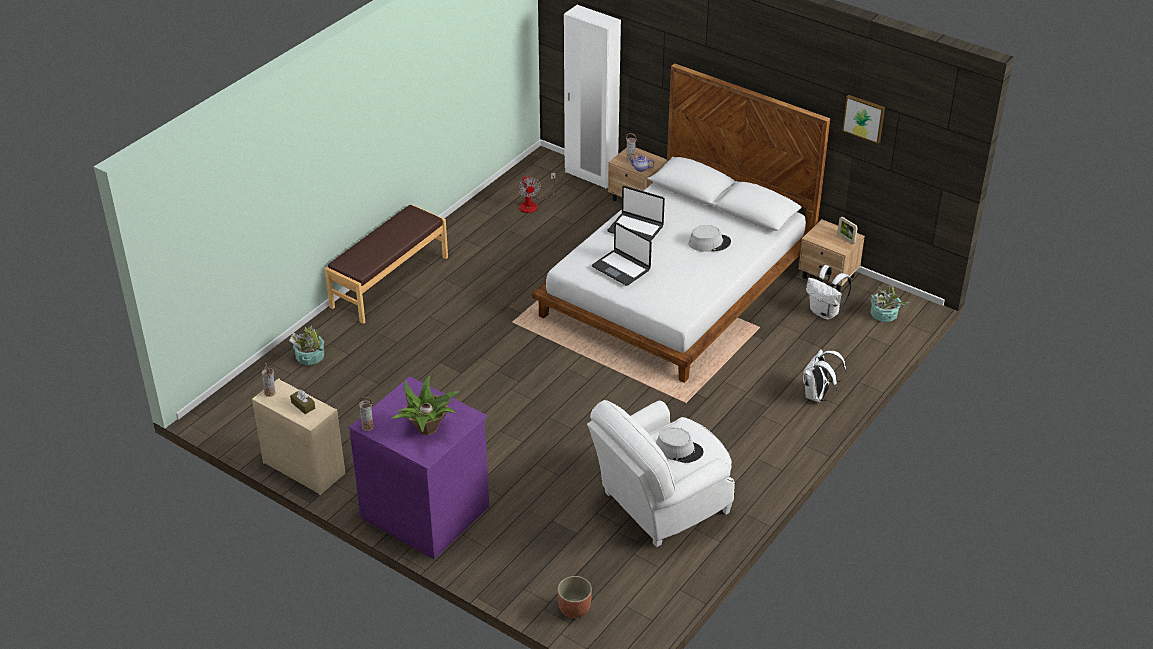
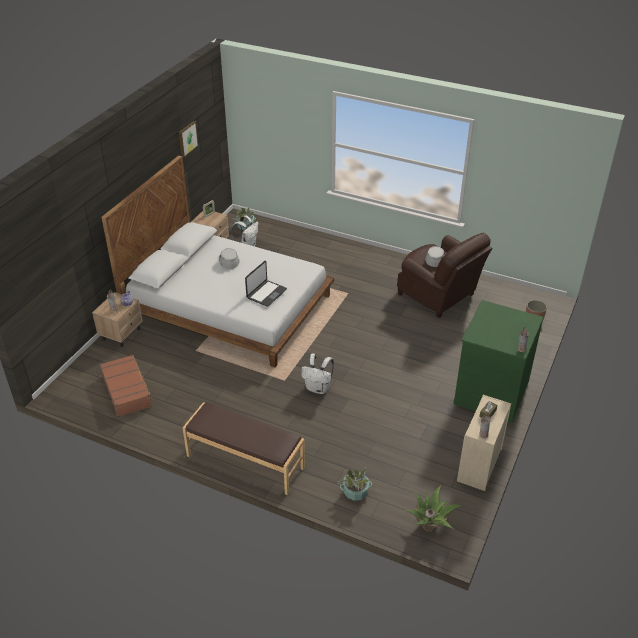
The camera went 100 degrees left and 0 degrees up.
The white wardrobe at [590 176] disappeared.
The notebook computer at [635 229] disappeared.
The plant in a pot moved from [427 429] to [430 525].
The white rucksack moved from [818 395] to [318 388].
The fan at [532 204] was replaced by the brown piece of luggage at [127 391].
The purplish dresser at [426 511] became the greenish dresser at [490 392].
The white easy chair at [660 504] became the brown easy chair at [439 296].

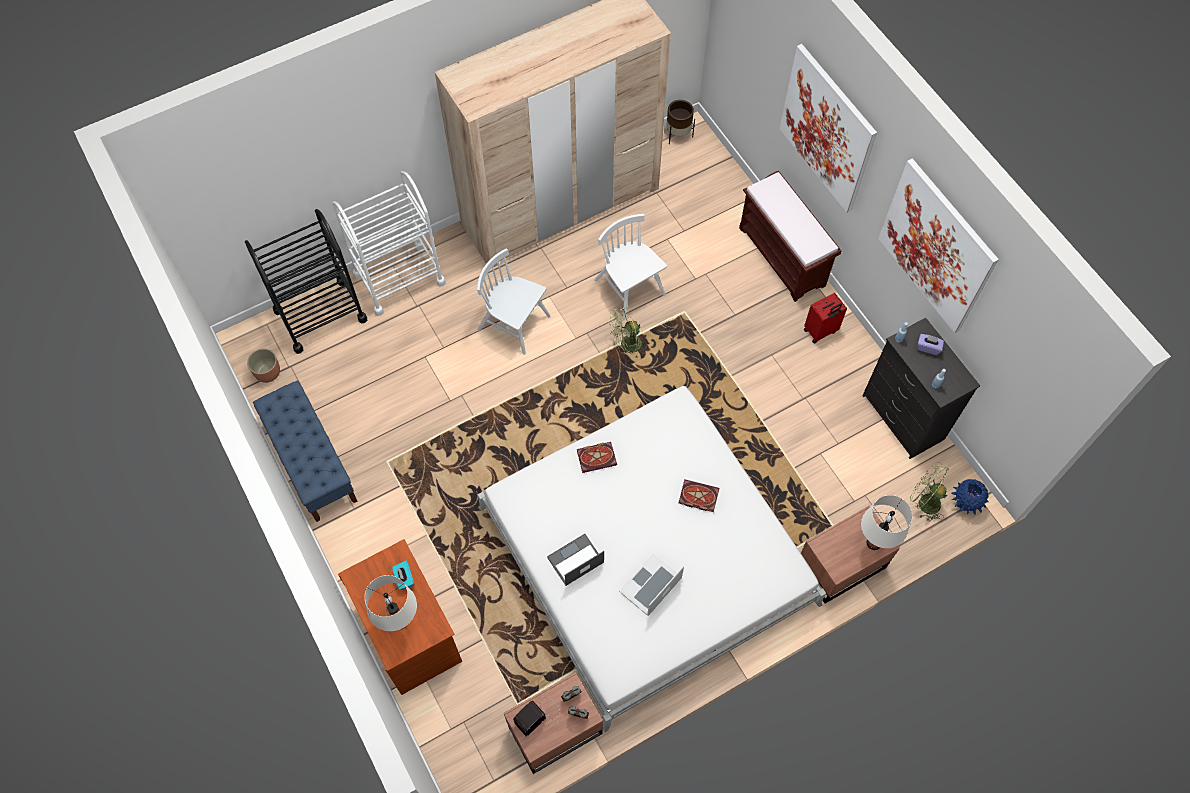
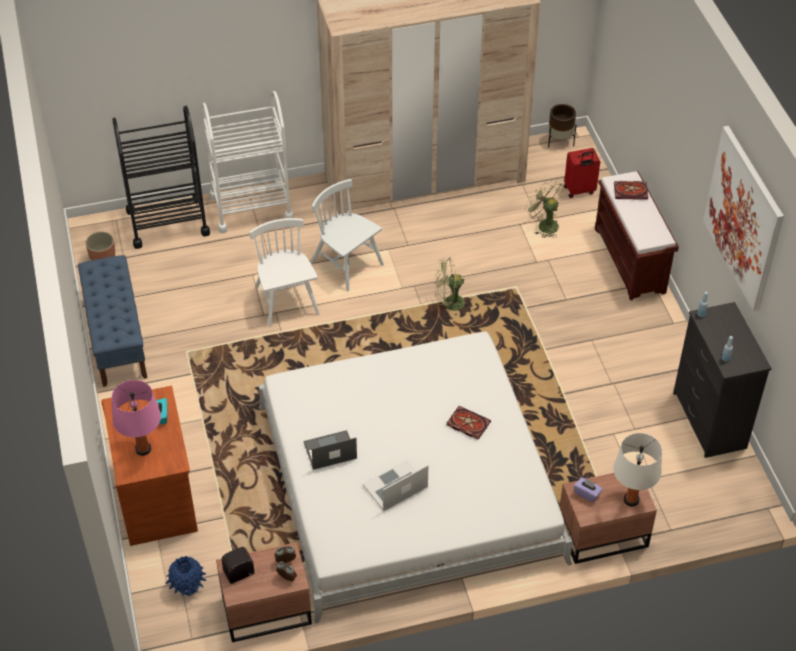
The camera went 15 degrees right and 15 degrees down.
The wall picture at [827 129] disappeared.
The book moved from [597 457] to [631 191].
The white upright chair moved from [629 288] to [286 301].
The red piece of luggage moved from [820 331] to [579 190].
The greenish fan moved from [924 502] to [544 224].
The purplish tissue box moved from [928 347] to [587 493].
The bluish flower vase moved from [965 502] to [188 587].
The white tabletop lamp at [399 621] became the pink-coloured tabletop lamp at [143 449].

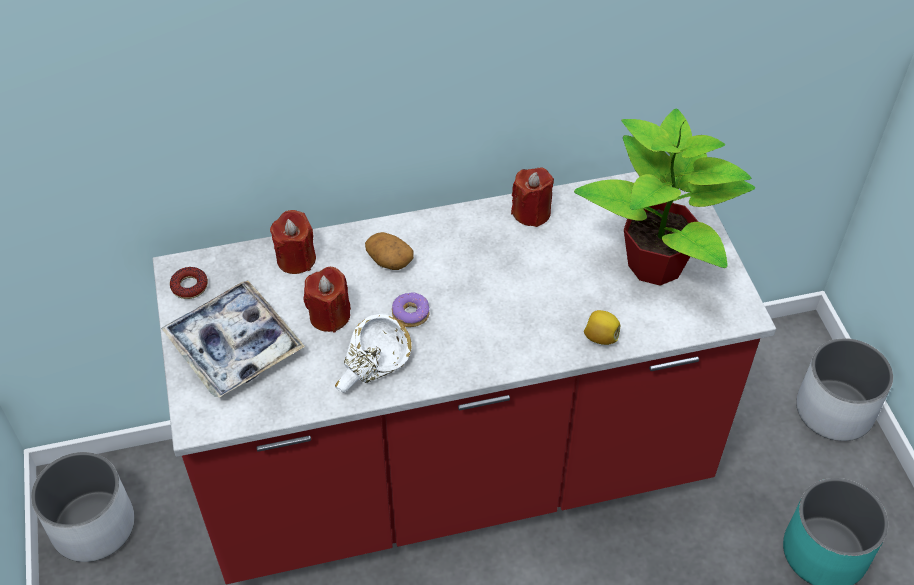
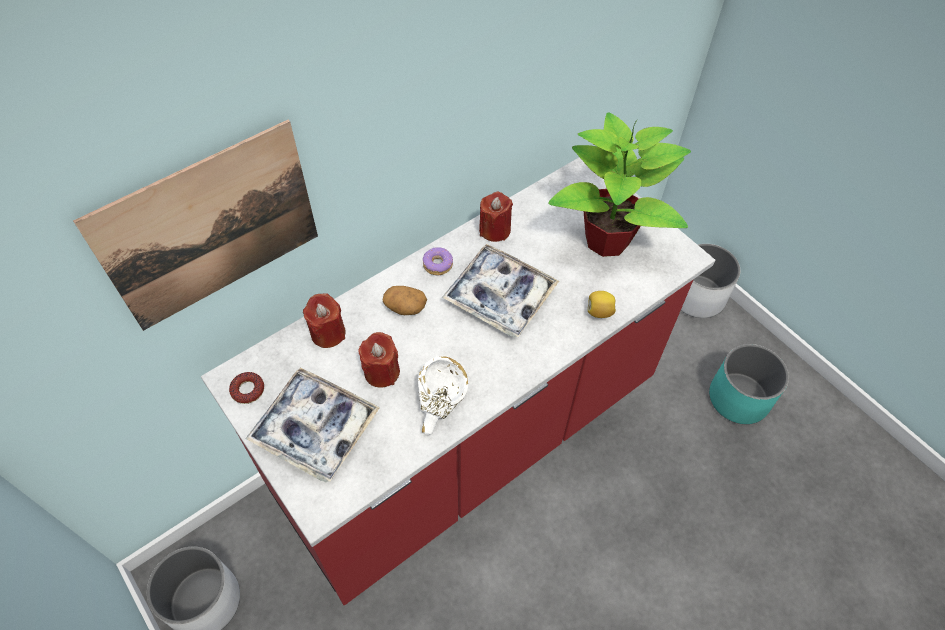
The camera went 25 degrees left and 5 degrees up.
The wall picture at [211 228] appeared.
The tray at [500 296] appeared.
The doughnut moved from [411 314] to [438 264].

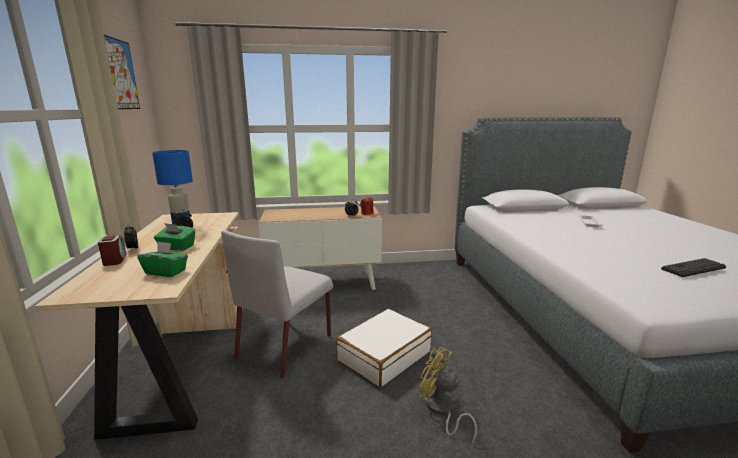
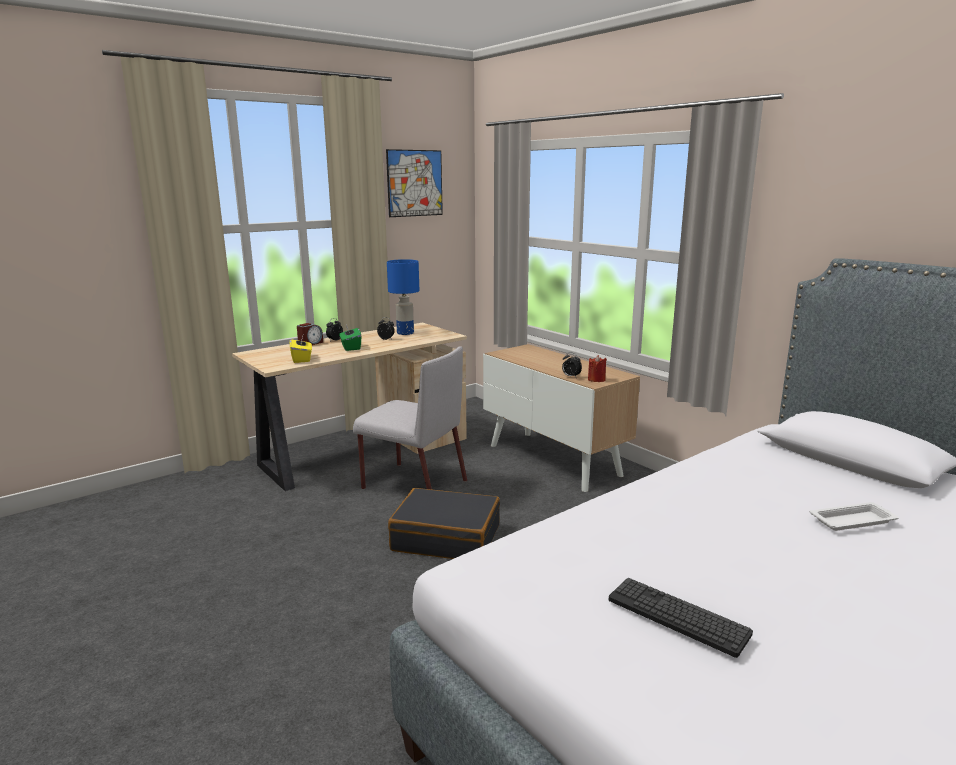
The camera went 60 degrees right and 0 degrees up.
The yellow-coloured fan at [441 410] disappeared.
The greenish tissue box at [166 272] became the yellow-coloured tissue box at [302 359].
The white piece of luggage at [384 356] became the black piece of luggage at [446 538].
The greyish upright chair at [286 346] turned 150 degrees counterclockwise.

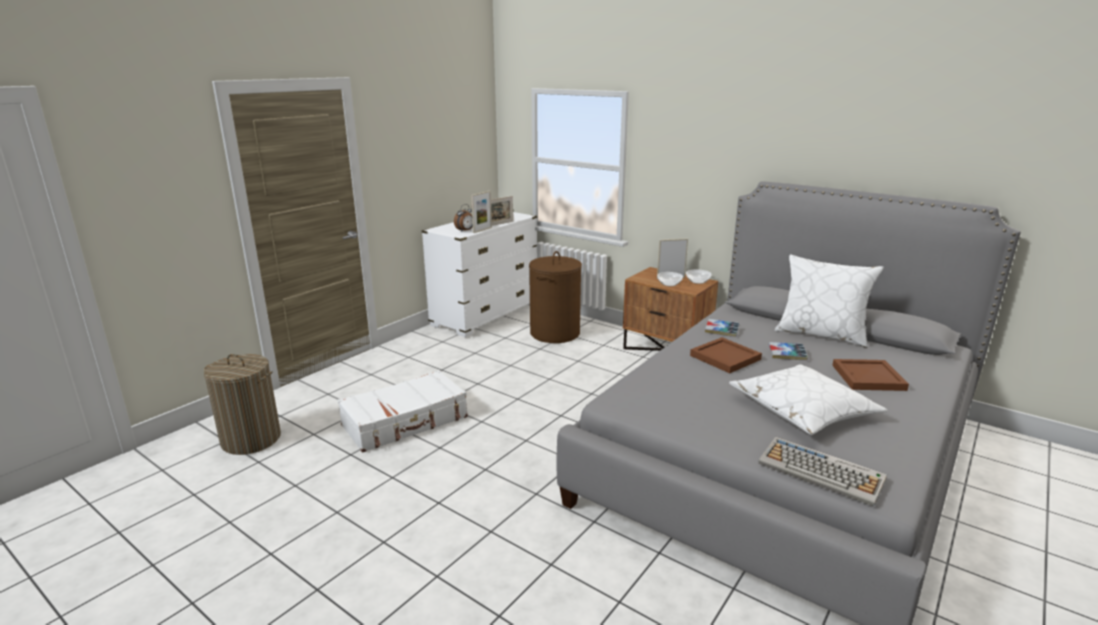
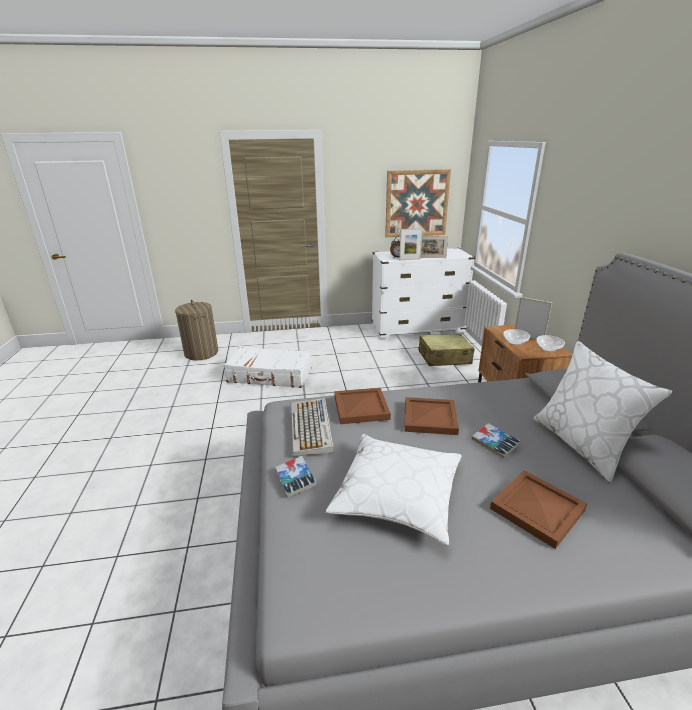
The camera went 45 degrees right and 5 degrees up.
The brown tray at [360 408] appeared.
The wall picture at [416 203] appeared.
The book moved from [721 331] to [295 479].
The PC keyboard moved from [822 472] to [311 427].
The brown hamper at [555 333] was replaced by the beige piece of luggage at [444 358].

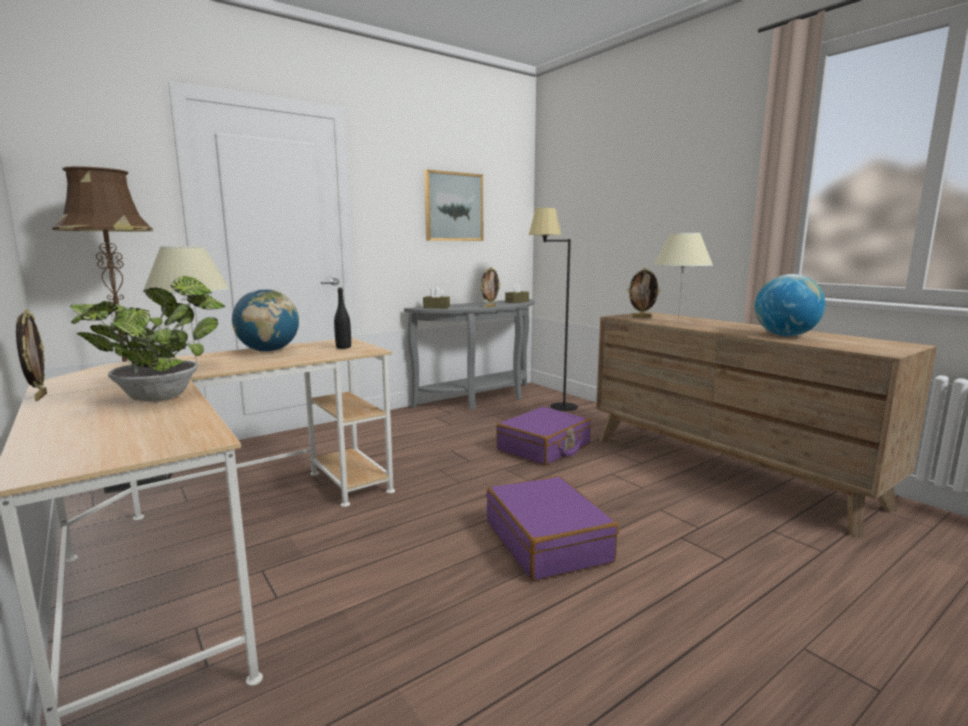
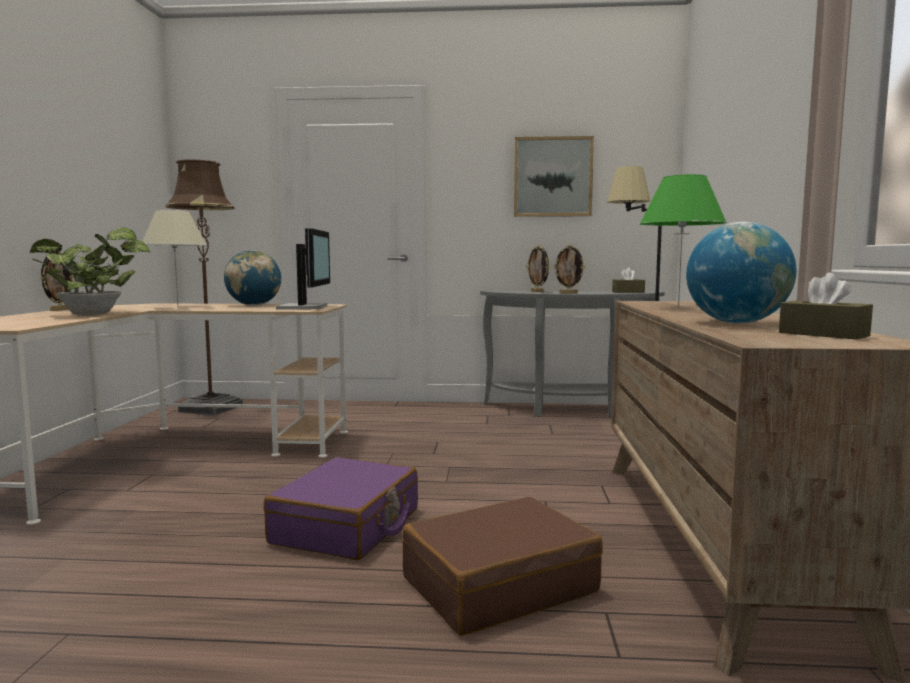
The camera went 40 degrees right and 5 degrees down.
The purplish piece of luggage at [544 448] disappeared.
The brown piece of luggage at [499 584] appeared.
The brown tissue box moved from [436 307] to [823 334].
The standing frame moved from [641 317] to [538 291].
The black beverage bottle at [343 347] was replaced by the monitor at [305 307].
The beige tabletop lamp at [678 322] became the greenish tabletop lamp at [678 307].

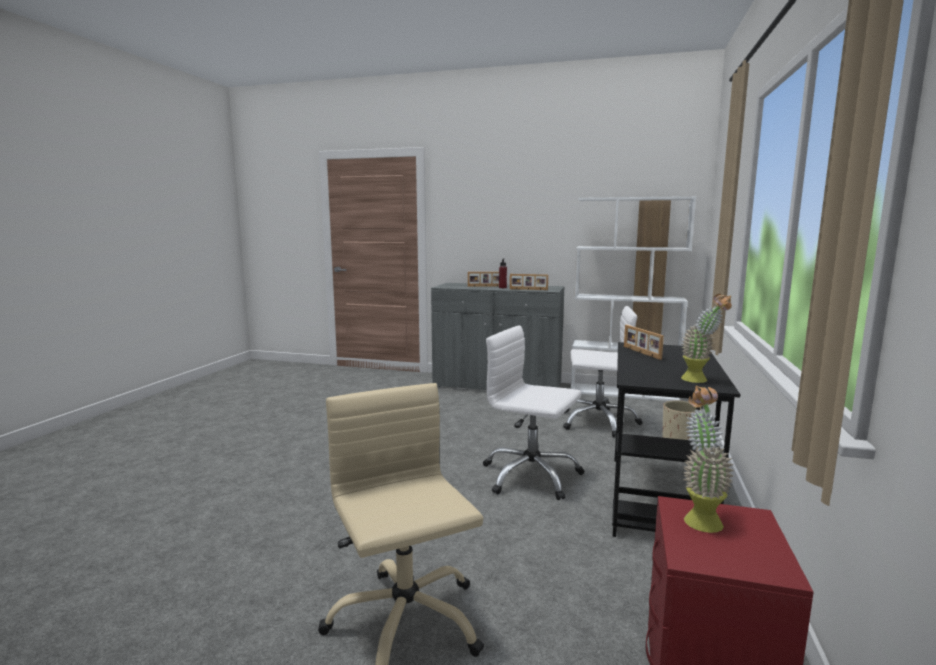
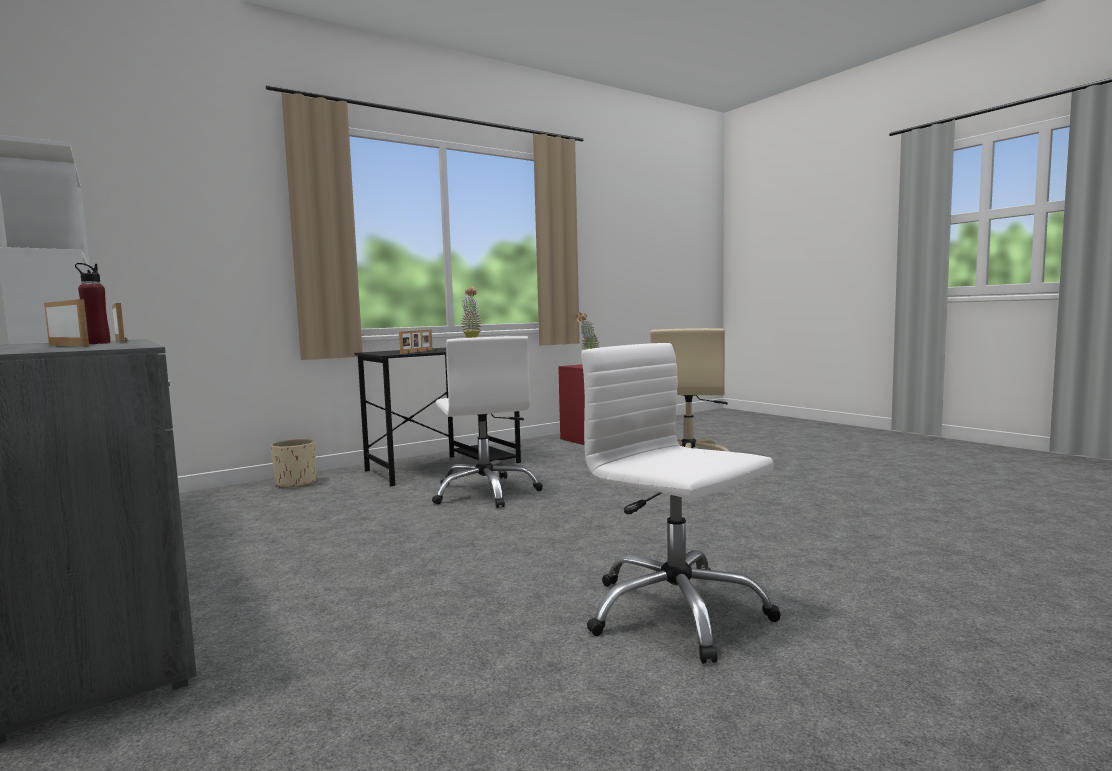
The camera went 140 degrees left and 5 degrees down.
The white computer chair moved from [598 422] to [675 612].

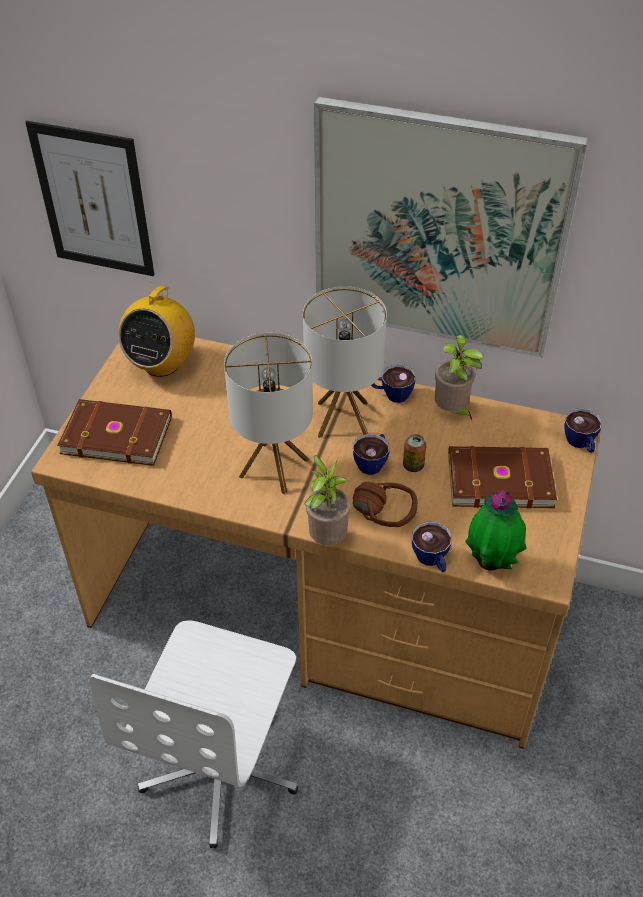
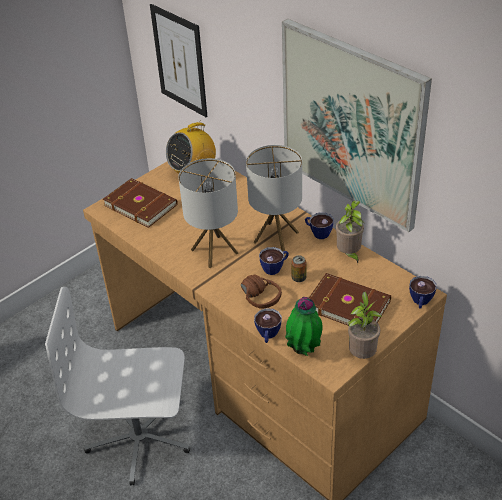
The camera went 30 degrees right and 5 degrees down.
The plant in a pot moved from [327 538] to [362 354].
The white computer chair at [221 767] turned 45 degrees clockwise.

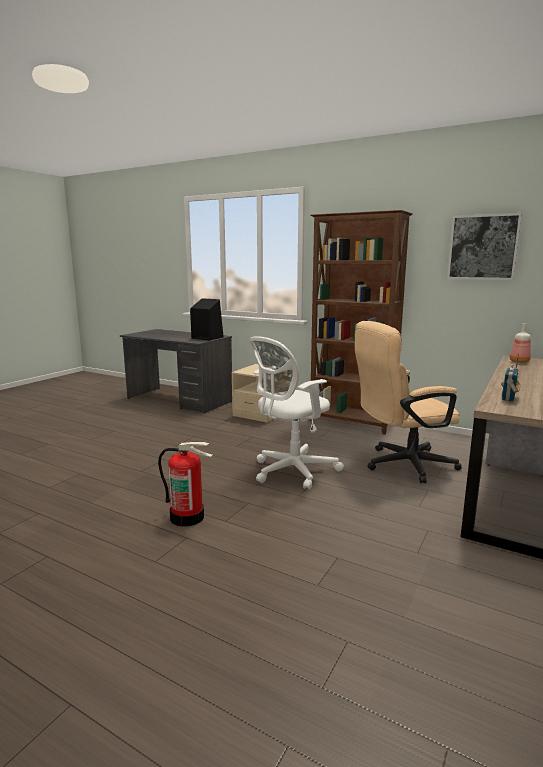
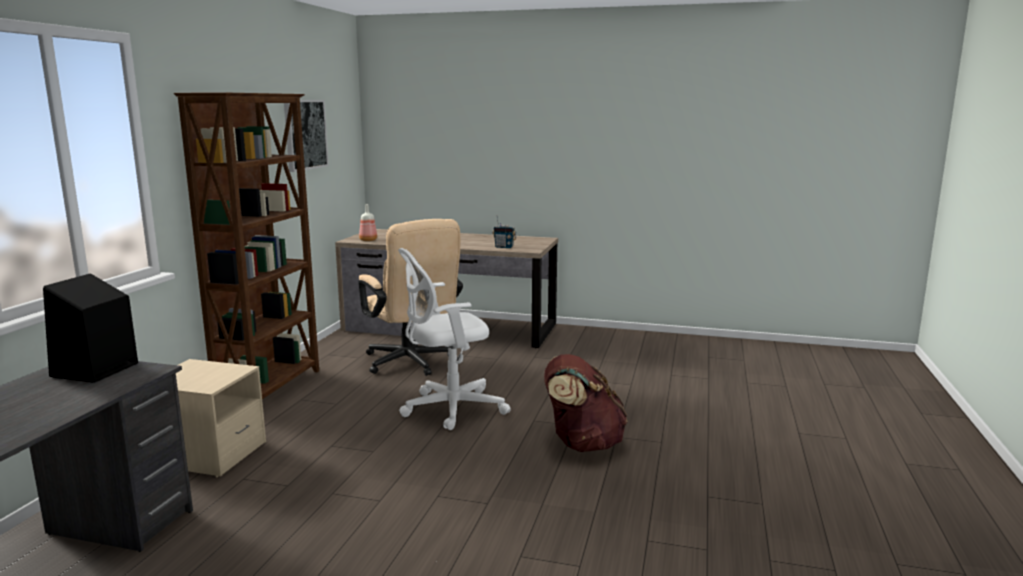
The camera went 105 degrees left and 0 degrees up.
The fire-fighting cylinder at [187 517] was replaced by the brown rucksack at [582 443].
The white computer chair at [291 471] turned 120 degrees clockwise.

